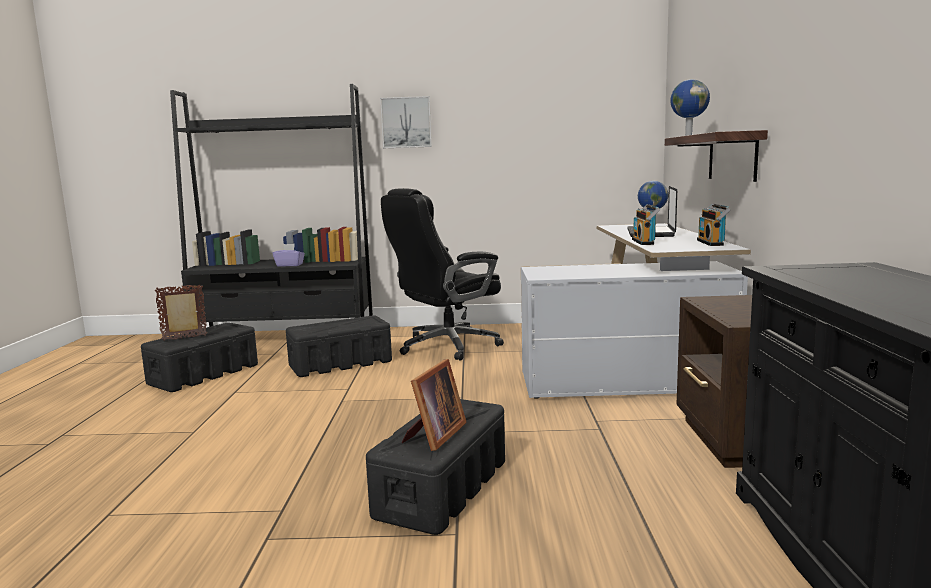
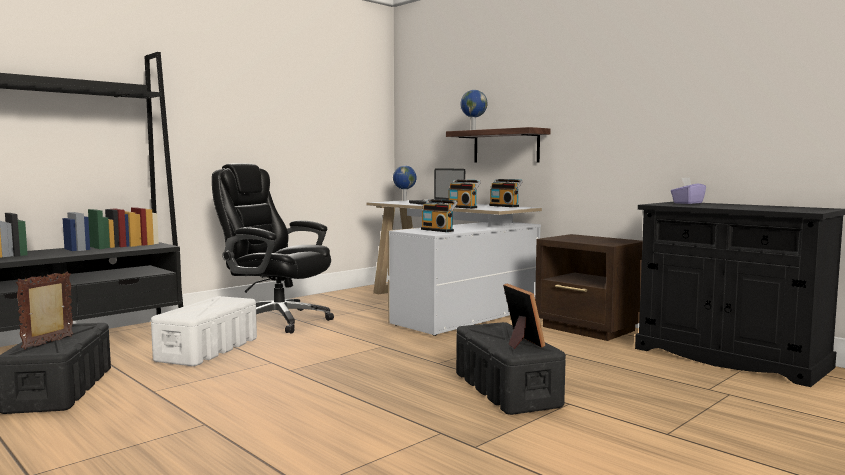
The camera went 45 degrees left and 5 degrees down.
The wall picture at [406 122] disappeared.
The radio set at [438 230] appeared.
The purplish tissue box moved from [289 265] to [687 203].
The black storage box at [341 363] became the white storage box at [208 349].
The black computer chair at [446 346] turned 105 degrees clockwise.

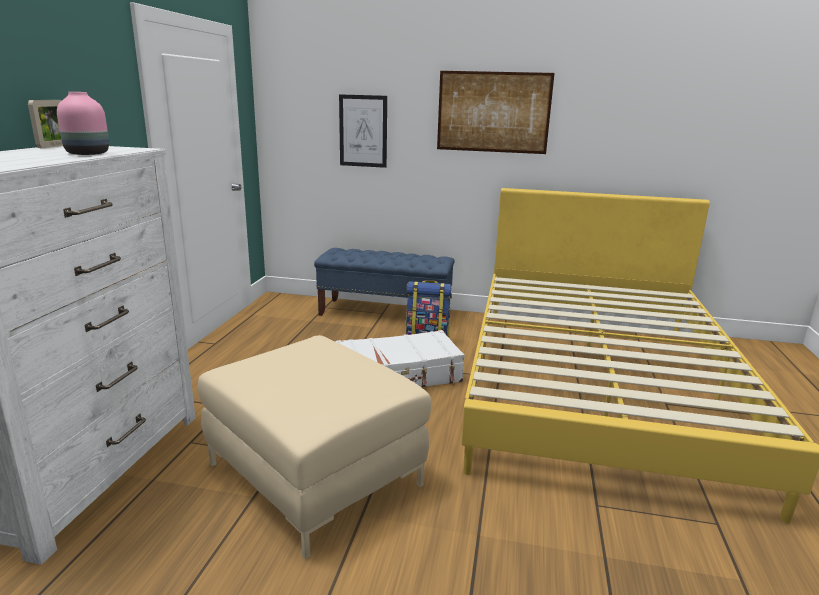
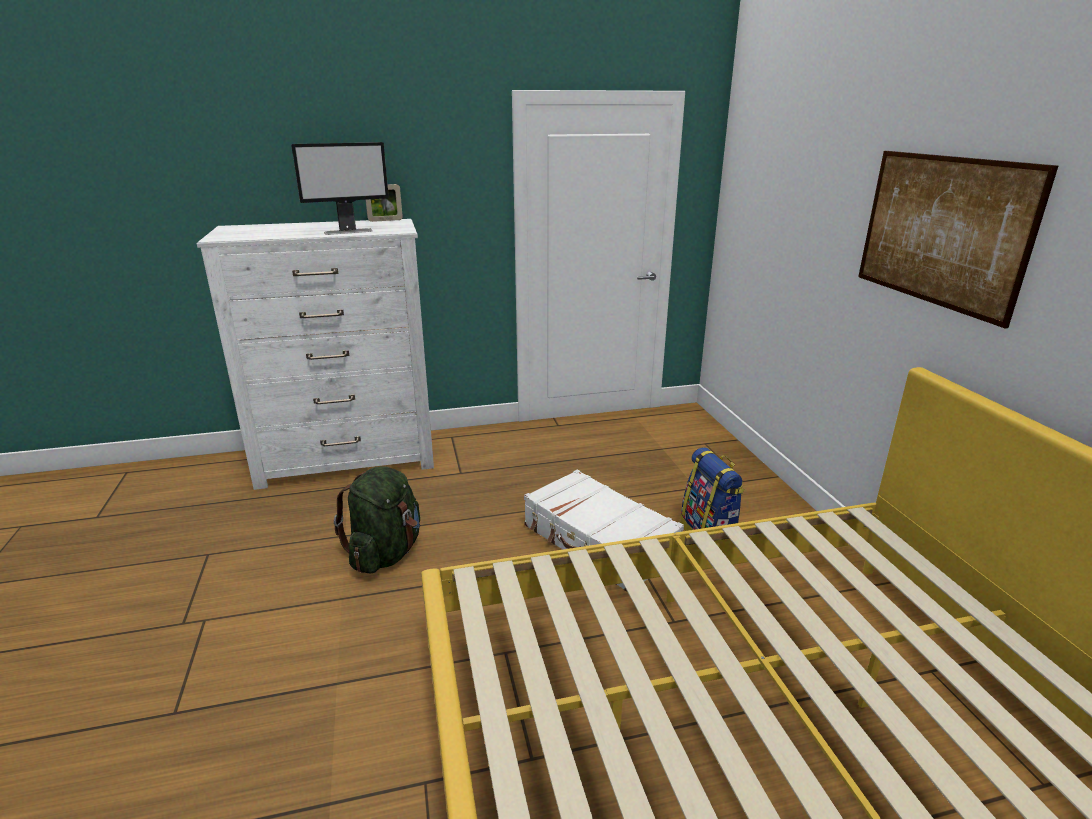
The camera went 65 degrees right and 5 degrees up.
The bluish bench at [385 313] disappeared.
The wall picture at [363 131] disappeared.
The pink-coloured flower vase at [87 154] was replaced by the monitor at [349 231].
The beige footrest at [314 475] was replaced by the greenish rucksack at [386 553].

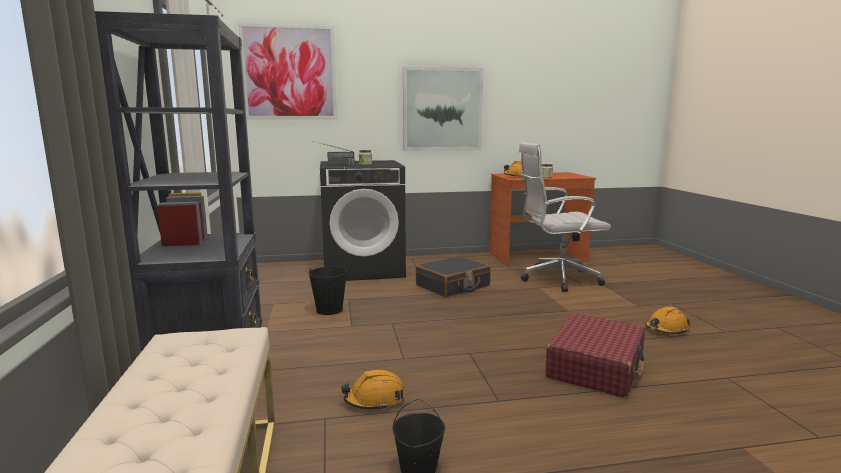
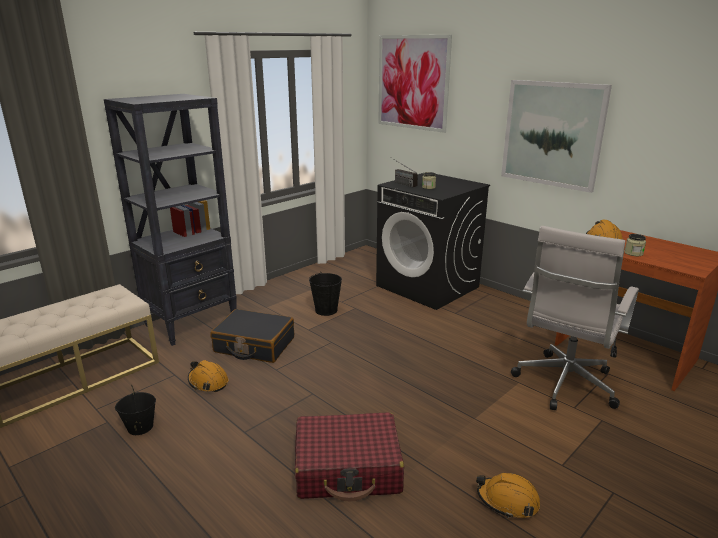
The camera went 55 degrees right and 10 degrees up.
The black piece of luggage moved from [453 286] to [254 345].
The white computer chair at [556 279] turned 105 degrees counterclockwise.

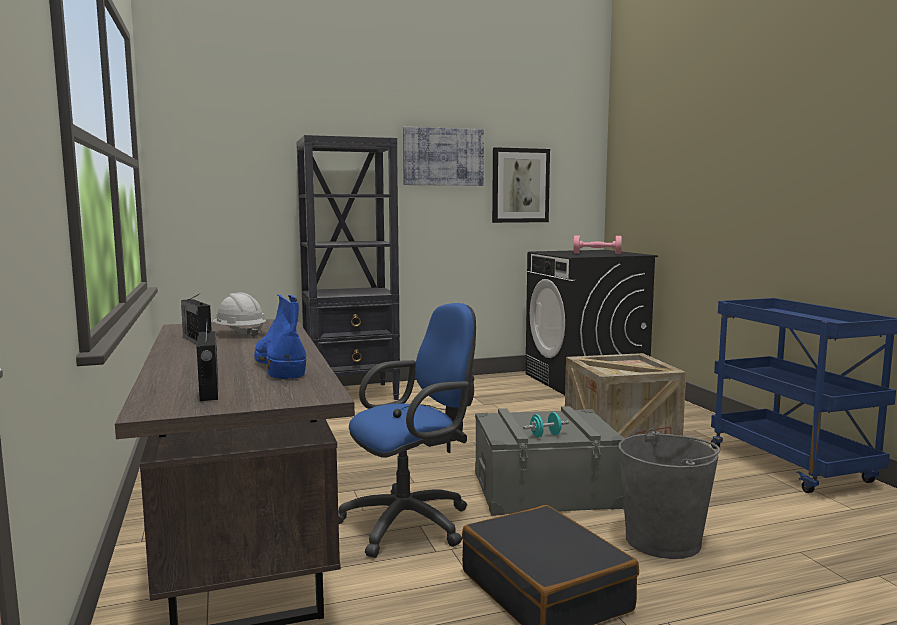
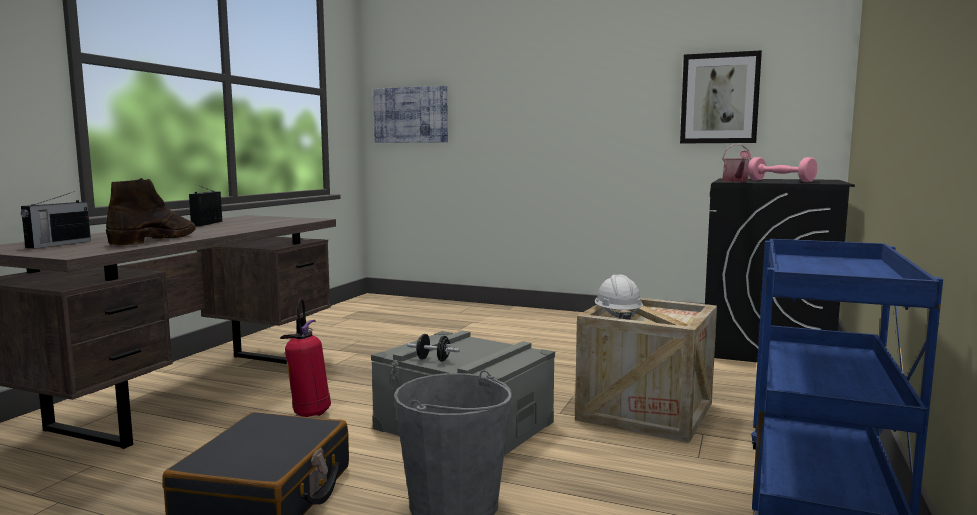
The camera went 40 degrees right and 0 degrees up.
The black bookcase at [352 395] disappeared.
The sprinkling can at [736 181] appeared.
The white hard hat moved from [239 334] to [617 315].
The wall picture moved from [443 157] to [410 115].
The bluish computer chair at [412 523] was replaced by the fire-fighting cylinder at [310 413].
The bluish tall boot at [279 366] became the brown tall boot at [155 239].
The blue-green dumbbell at [545 435] became the black dumbbell at [433 360].

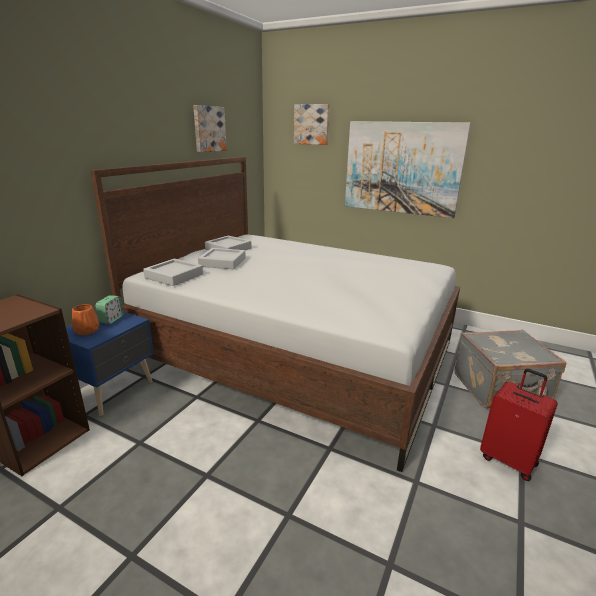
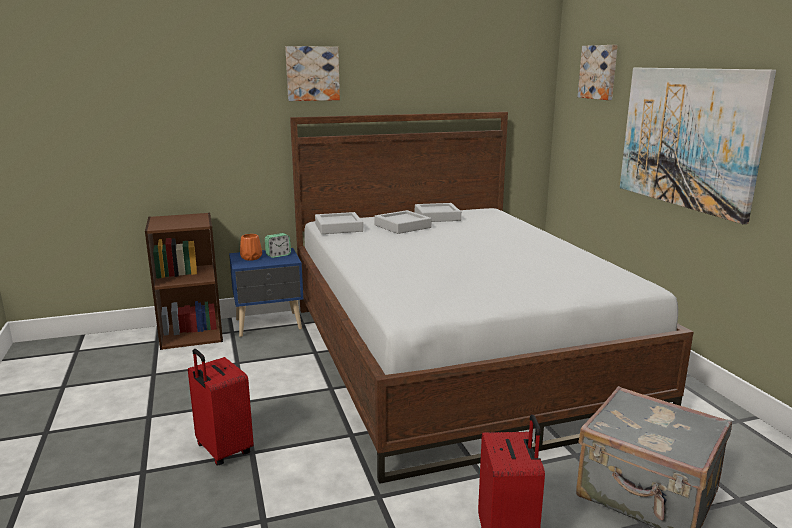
The camera went 45 degrees right and 5 degrees down.
The red piece of luggage at [222 450] appeared.
The wall picture moved from [208 129] to [312 73].

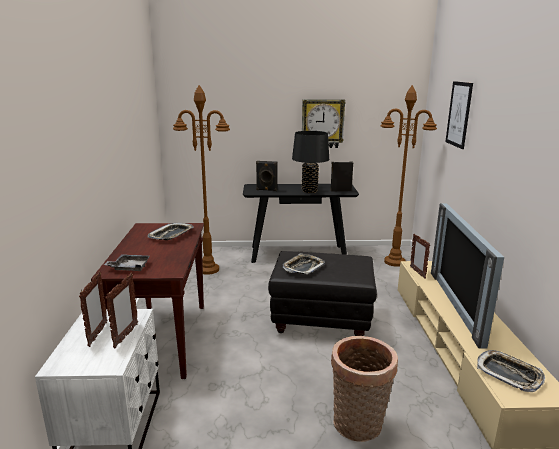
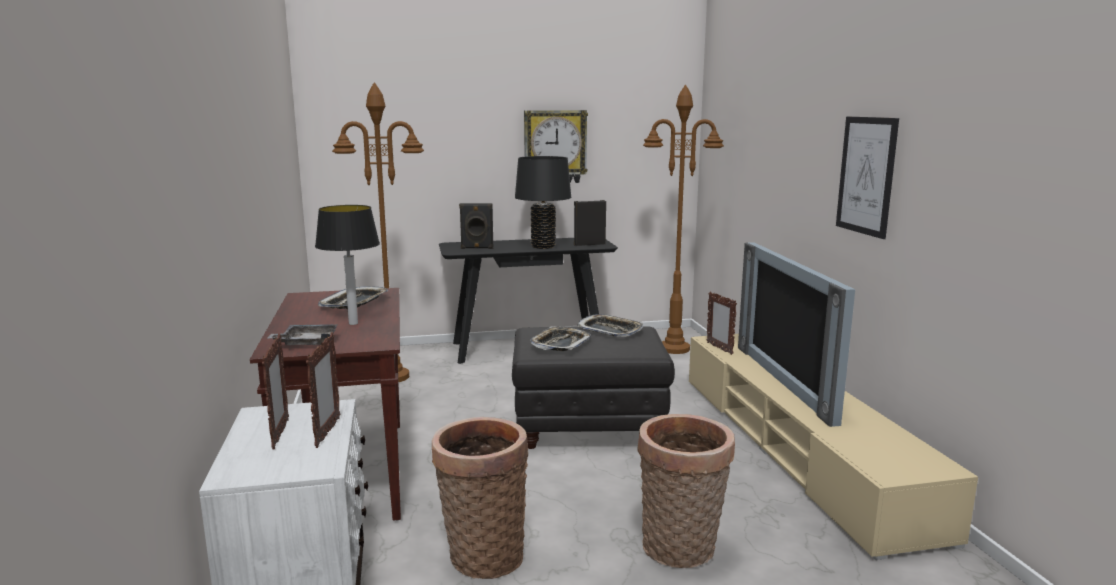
The camera went 10 degrees left and 5 degrees down.
The tabletop lamp at [353 323] appeared.
The basket at [482 555] appeared.
The wall picture moved from [459 114] to [866 175].
The tray moved from [509 374] to [610 330].

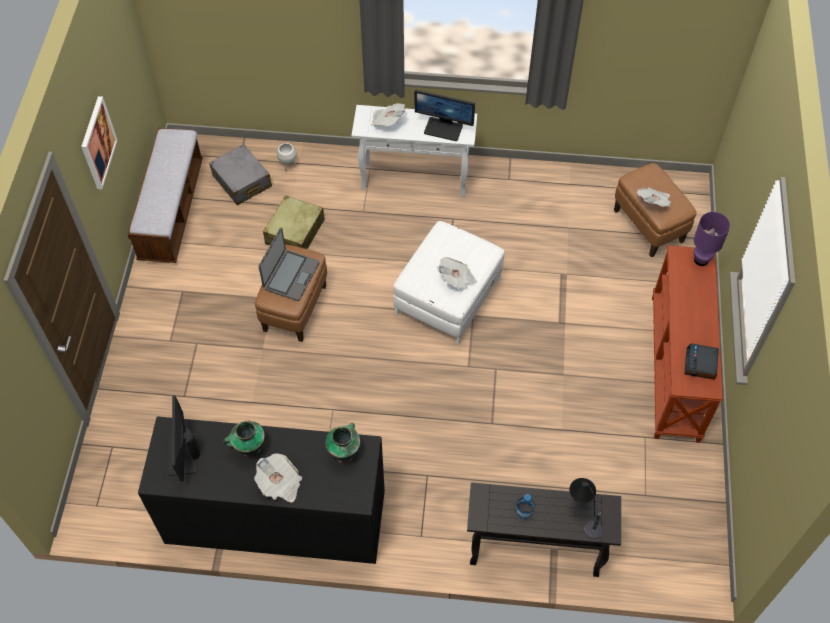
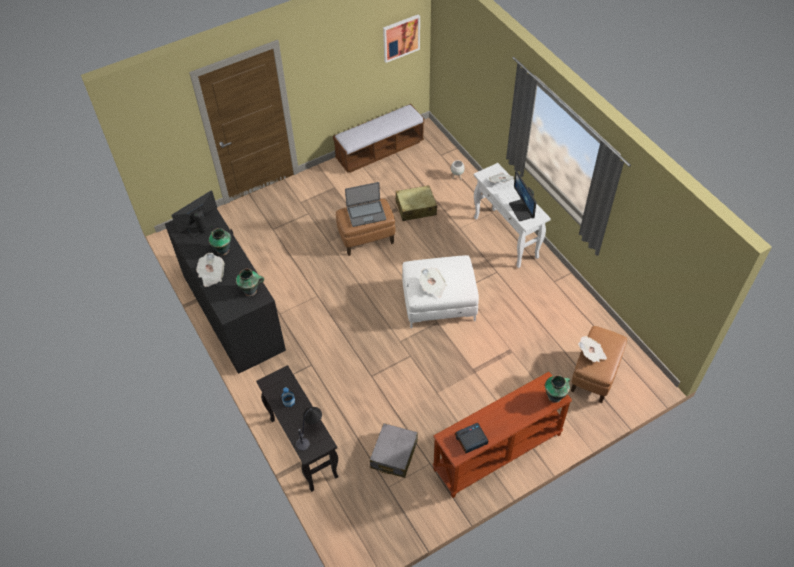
The camera went 55 degrees right and 5 degrees down.
The wall picture moved from [97 143] to [401 38].
The greyish piece of luggage moved from [242 181] to [394 454].
The purplish tabletop lamp at [701 259] was replaced by the flower vase at [555 396].

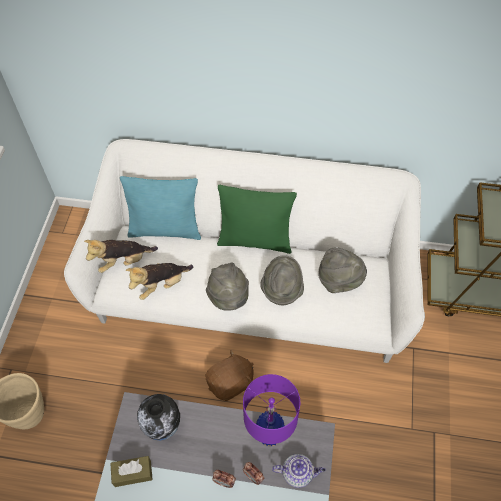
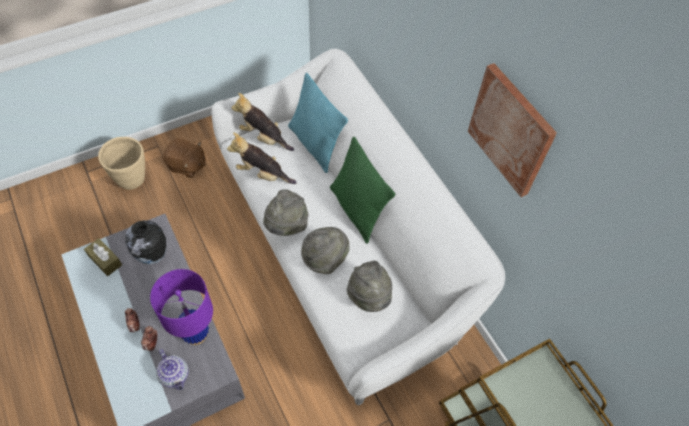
The camera went 50 degrees right and 0 degrees up.
The wall picture at [511 130] appeared.
The brown plush toy moved from [231 383] to [186 166].

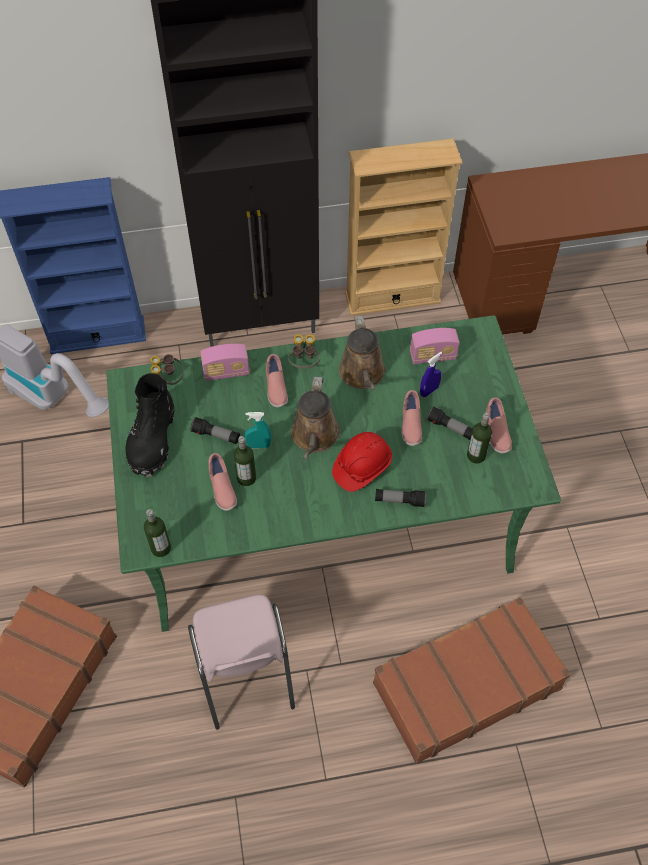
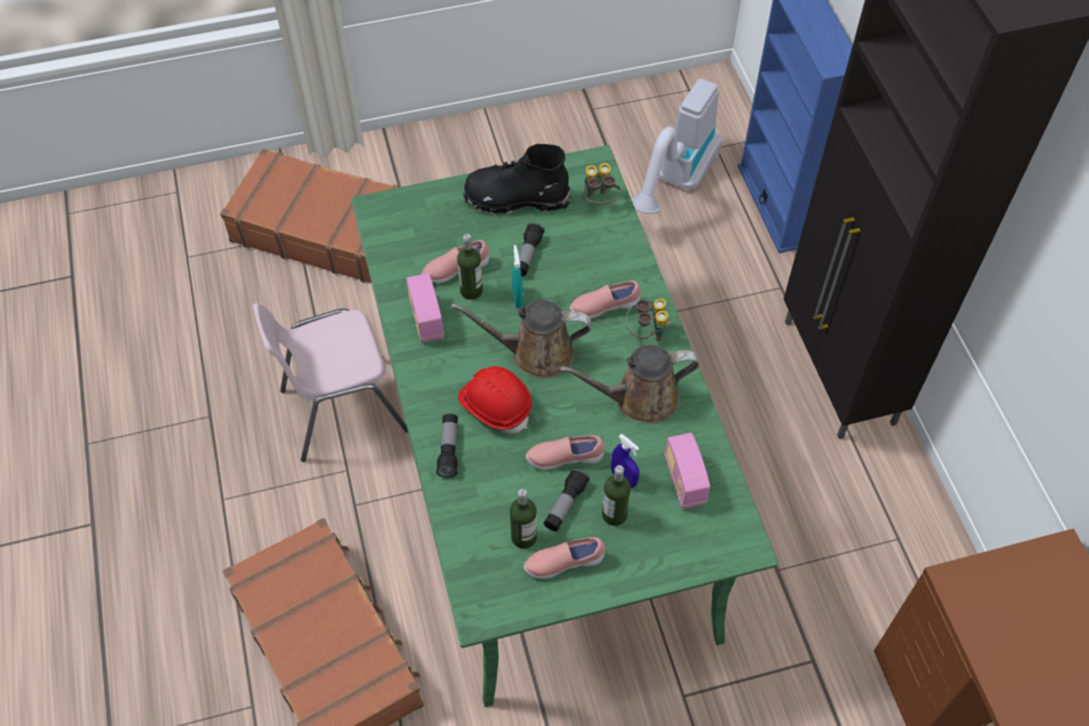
The camera went 85 degrees right and 0 degrees up.
The beige bookcase at [392 297] disappeared.
The beverage bottle moved from [161 548] to [614 514].
The radio set moved from [226 372] to [426 319].

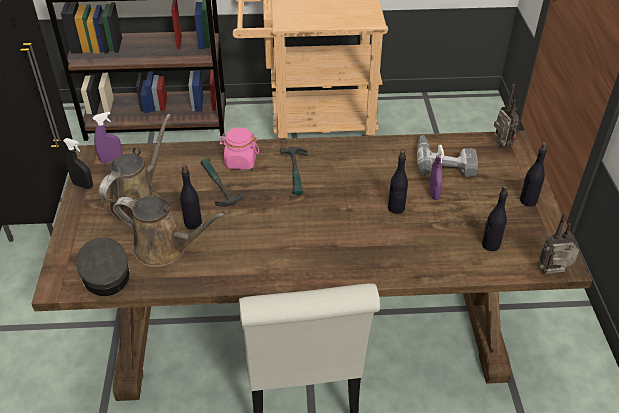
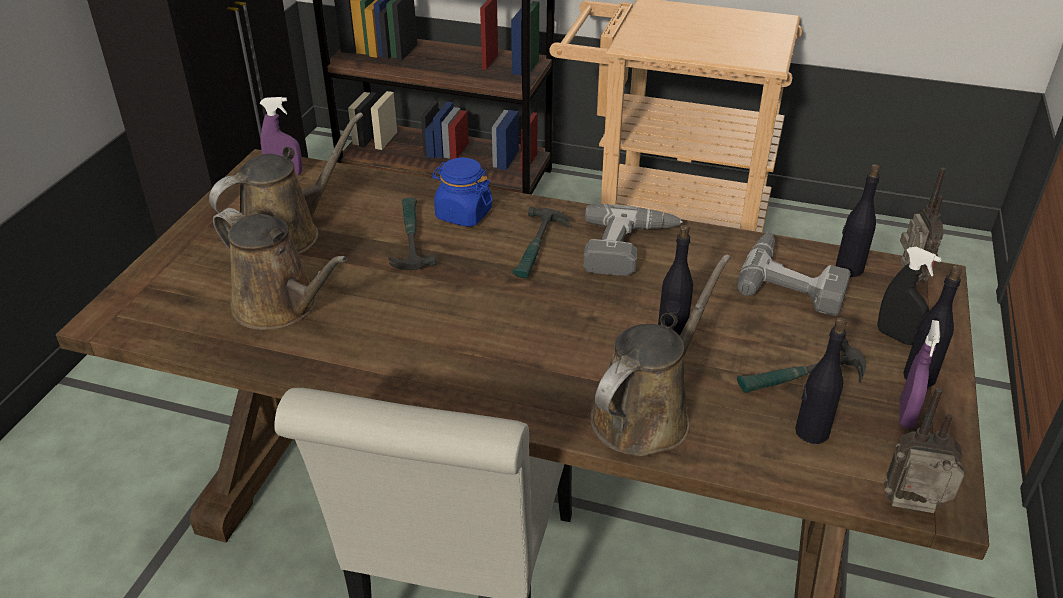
The camera went 20 degrees right and 5 degrees down.
The greyish cap at [105 273] disappeared.
The electric drill at [630 248] appeared.
The brown sprinkling can at [646 413] appeared.
The hand hammer at [801 378] appeared.
The black hand sprayer moved from [83 185] to [896 336].
The black beverage bottle moved from [193 223] to [848 269].
The purplish hand sprayer moved from [433 193] to [906 415].
The pink-coloured preserve jar at [240 161] became the bluish preserve jar at [463 214].

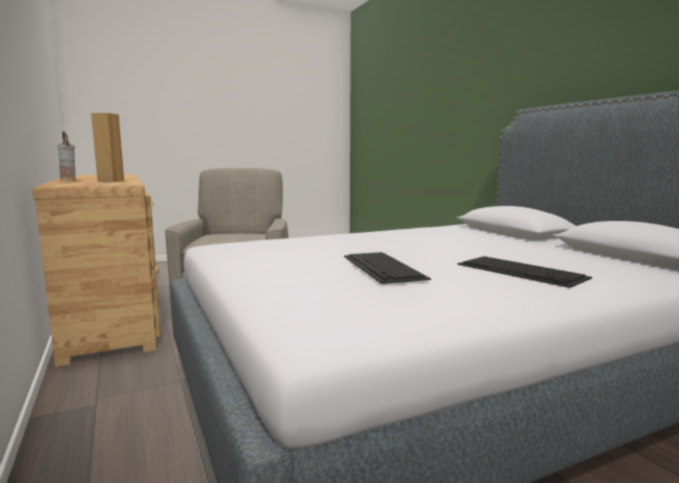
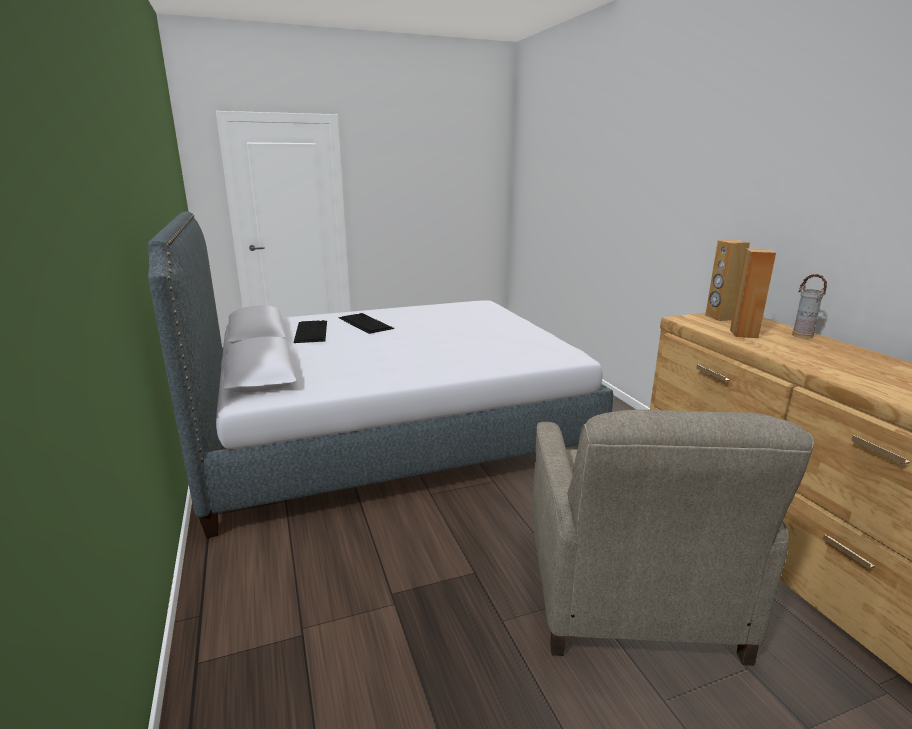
The camera went 175 degrees left and 10 degrees up.
The brown loudspeaker at [719 317] appeared.
The PC keyboard moved from [383 267] to [311 331].

